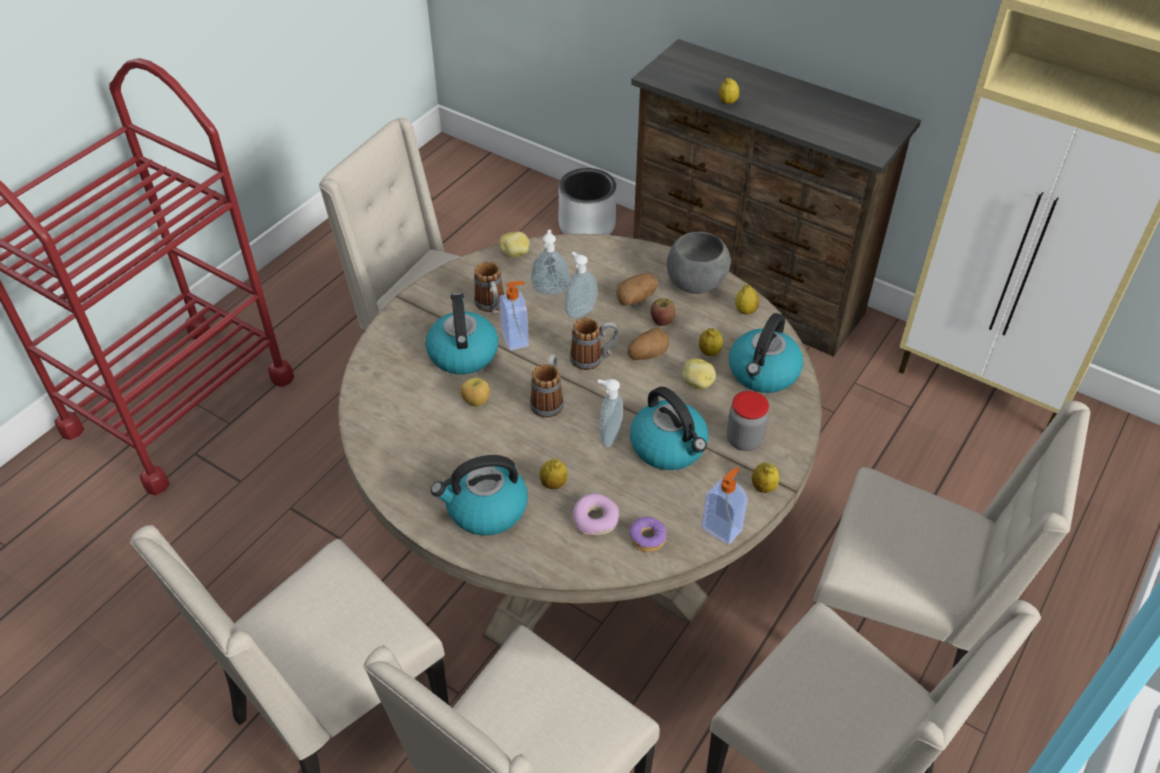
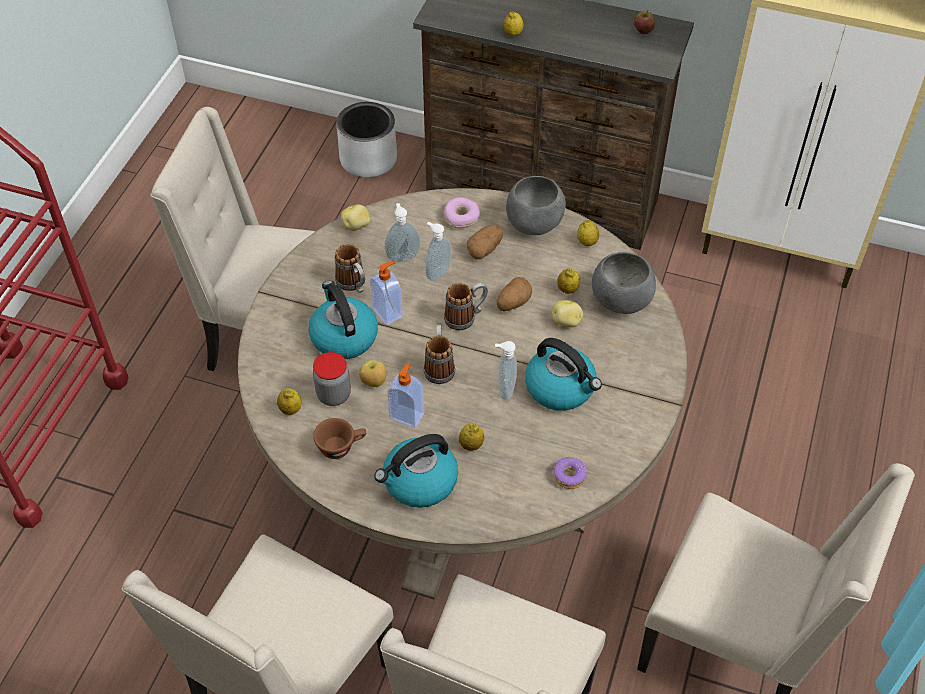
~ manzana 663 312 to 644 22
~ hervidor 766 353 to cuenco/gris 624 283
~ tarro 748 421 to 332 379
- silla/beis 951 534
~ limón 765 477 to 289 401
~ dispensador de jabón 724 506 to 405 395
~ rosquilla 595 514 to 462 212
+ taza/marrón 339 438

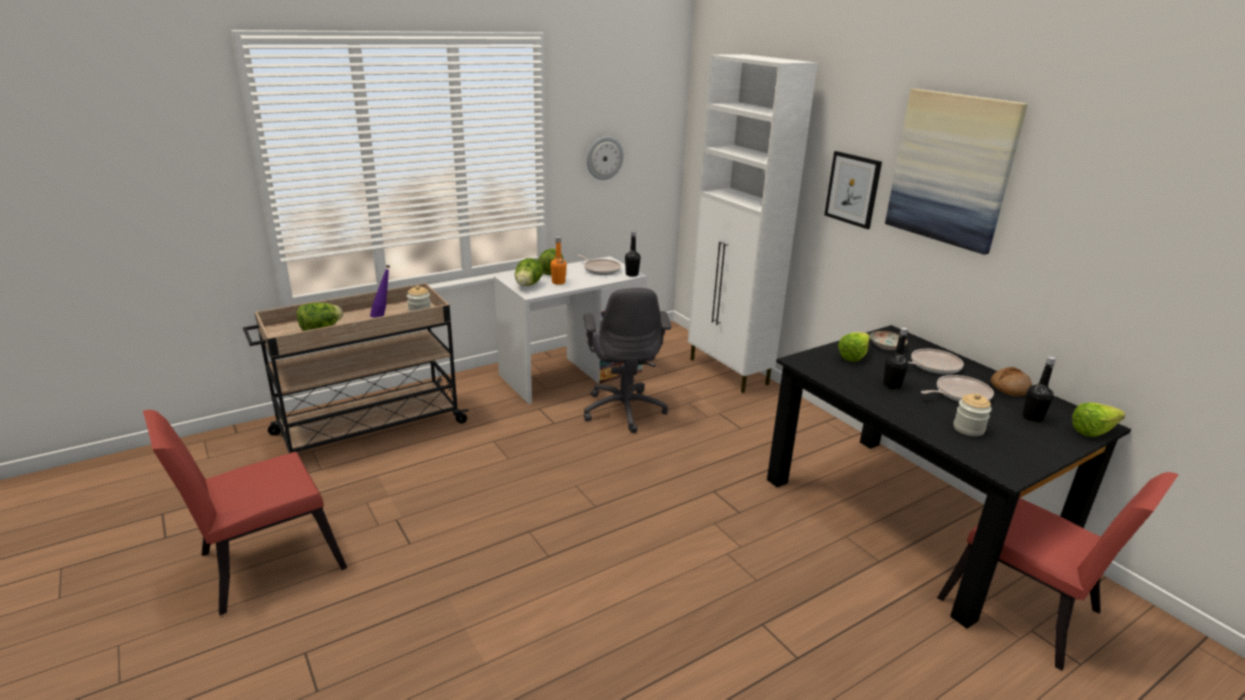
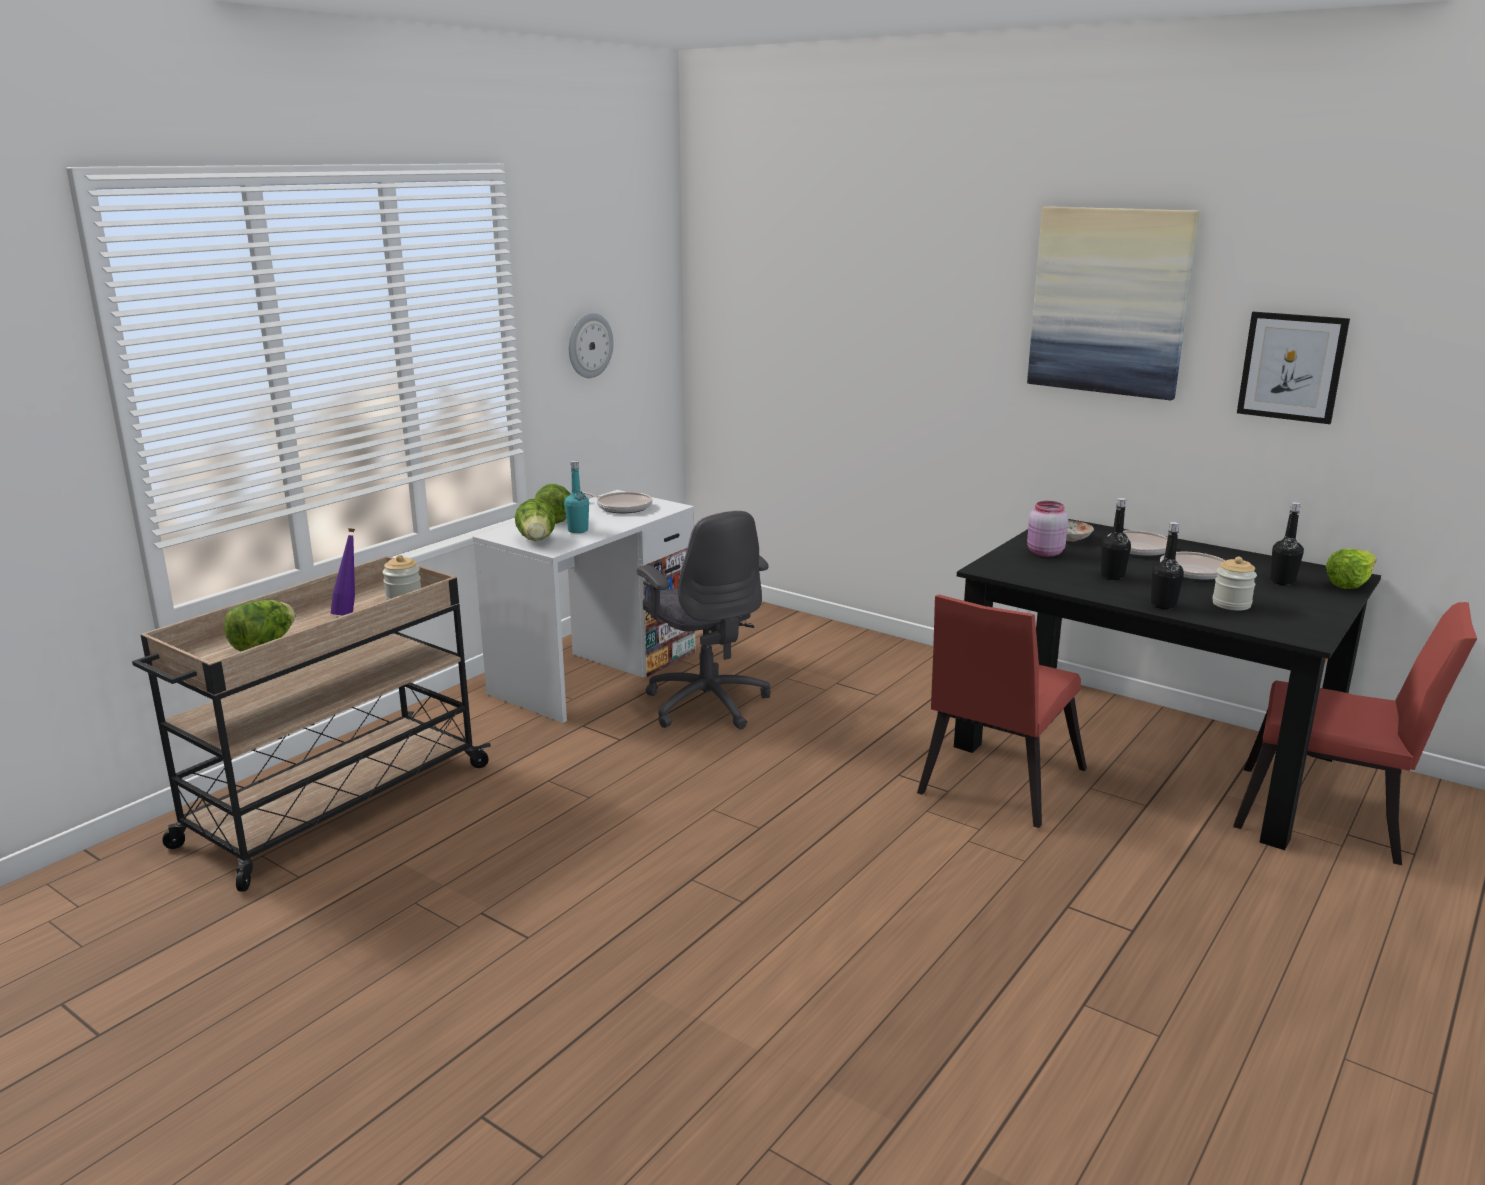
- armario/blanco 753 223
~ cuadro 853 190 to 1293 368
~ botella/negro 633 254 to 1167 565
~ botella/naranja 558 261 to botella/turquesa 576 497
~ lechuga 854 347 to tarro/rosa 1047 529
- pan 1011 381
~ silla/rojo 245 512 to 1002 711

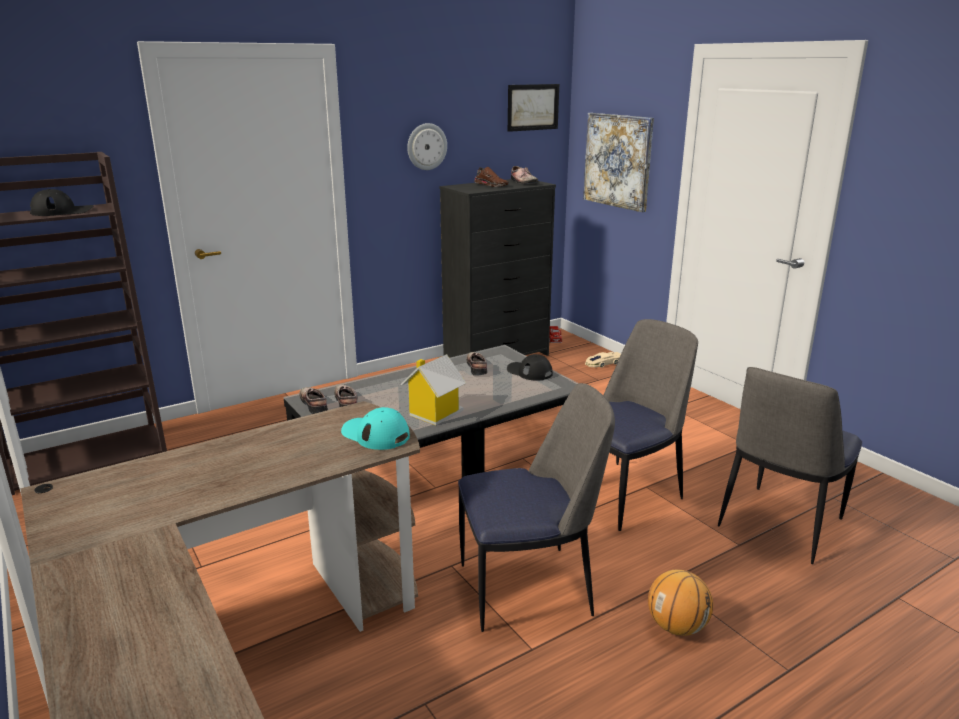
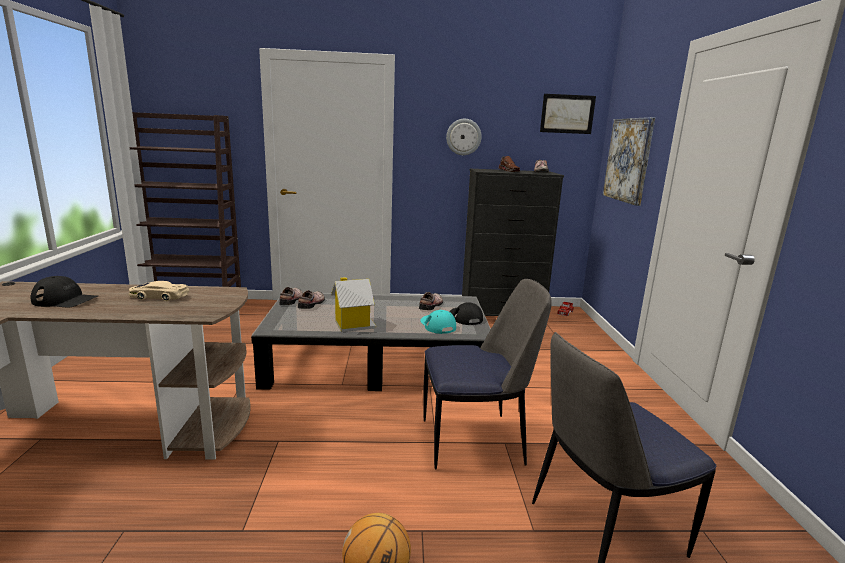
~ gorra/negro 61 202 to 64 292
~ coche de juguete/beis 603 360 to 158 291
- silla 536 507
~ gorra/turquesa 375 428 to 438 322

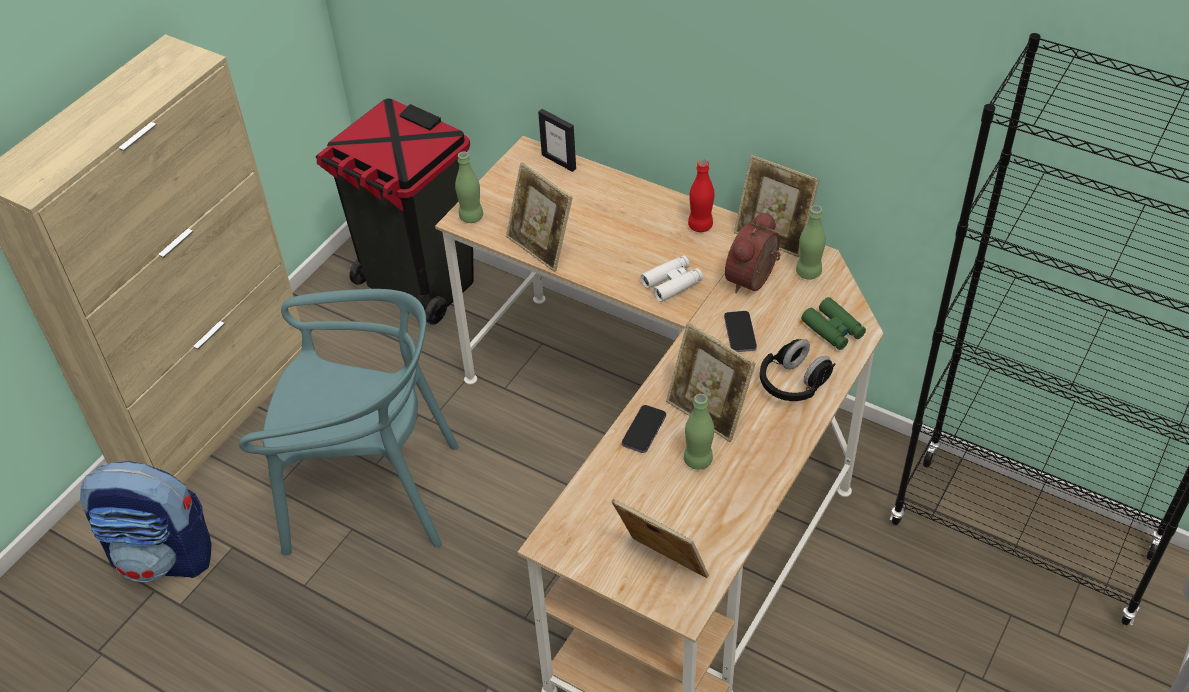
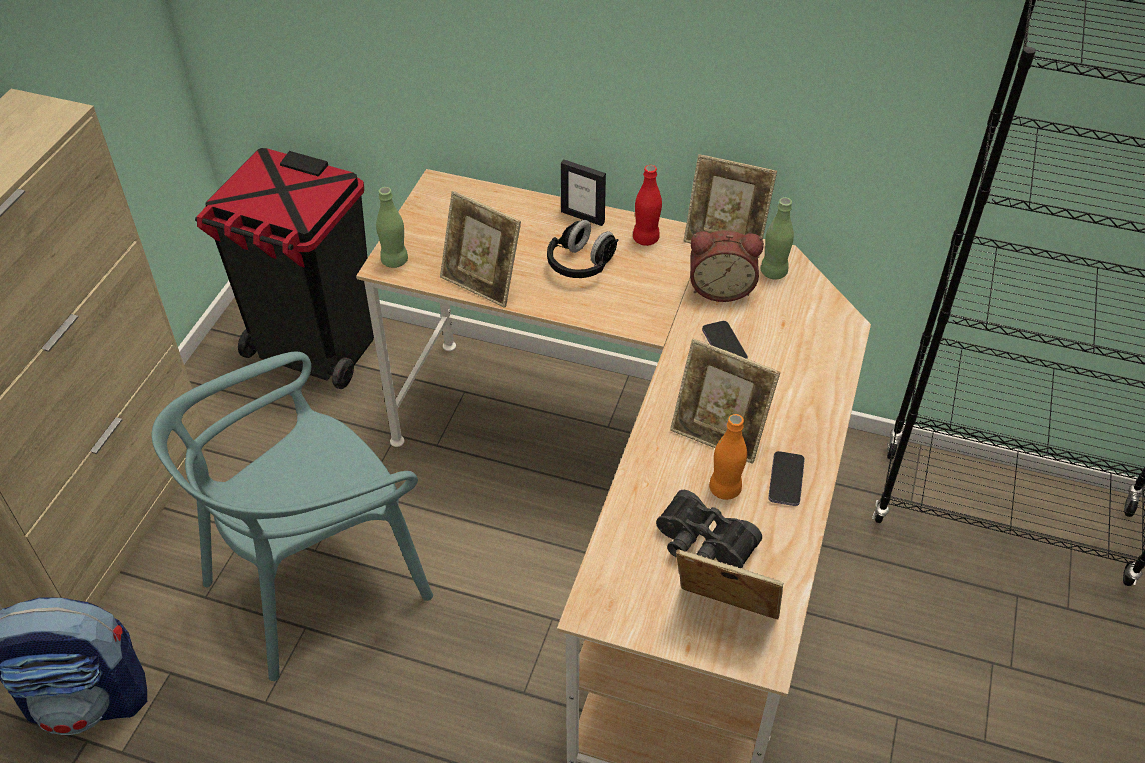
~ portarretratos 557 140 to 583 193
~ despertador 752 252 = 727 266 105 degrees counterclockwise
- prismáticos/blanco 672 278
~ silla/turquesa 348 422 = 292 516 150 degrees clockwise
- prismáticos/verde 833 323
~ auriculares/negro 798 370 to 583 249
~ botella/verde 699 432 to botella/naranja 728 457
~ móvil 644 429 to 786 478
+ prismáticos/negro 709 529

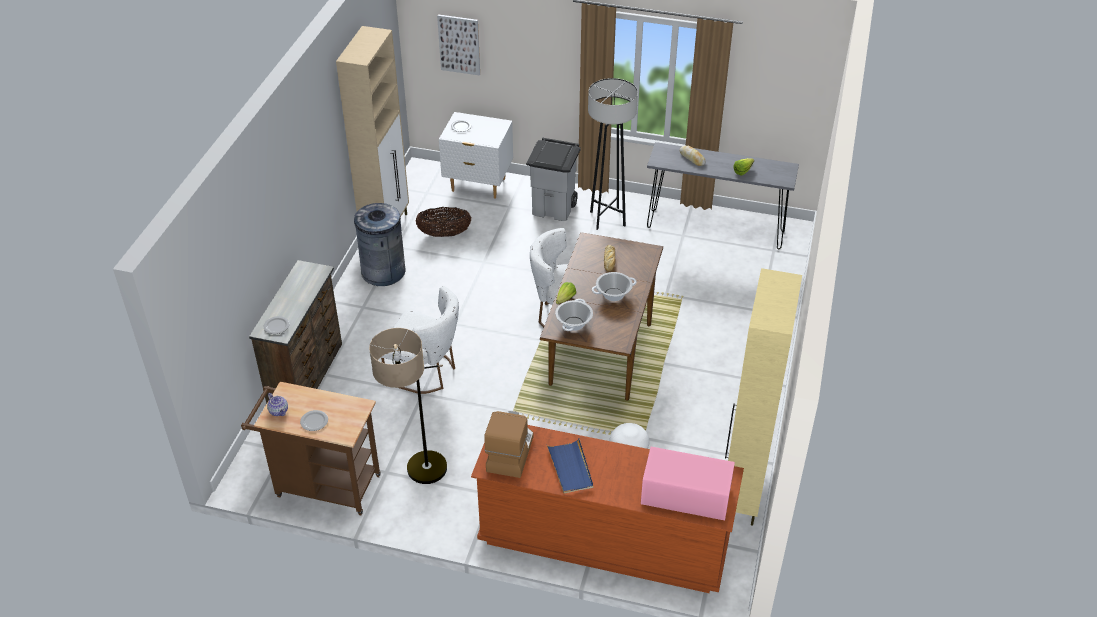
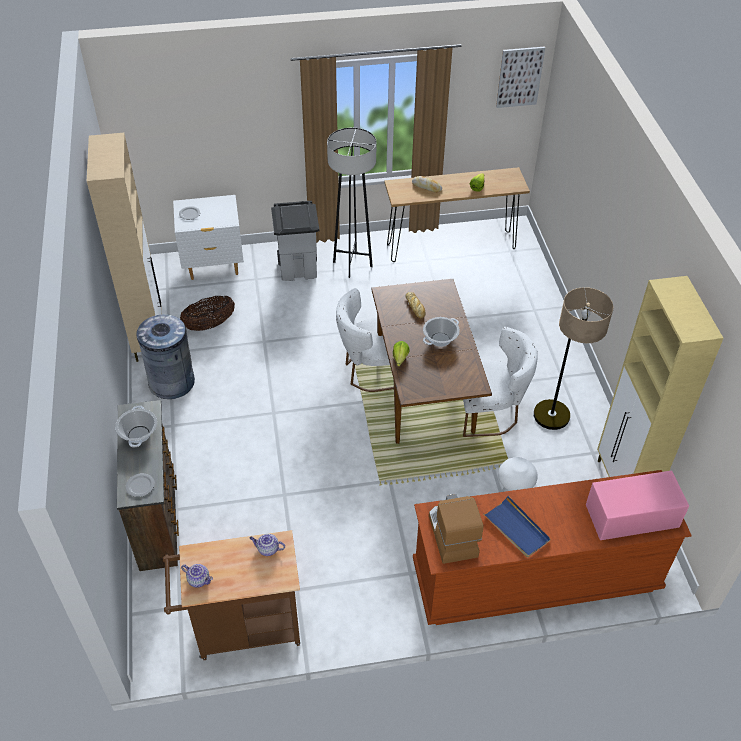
~ cuadro 458 45 to 520 77
~ mesa consola/gris 723 195 to mesa consola/marrón 457 214
~ silla/blanco 420 340 to 500 382
~ olla 574 315 to 136 426
~ lámpara de pie 408 406 to 574 358
- plato 314 420
+ tetera 267 545

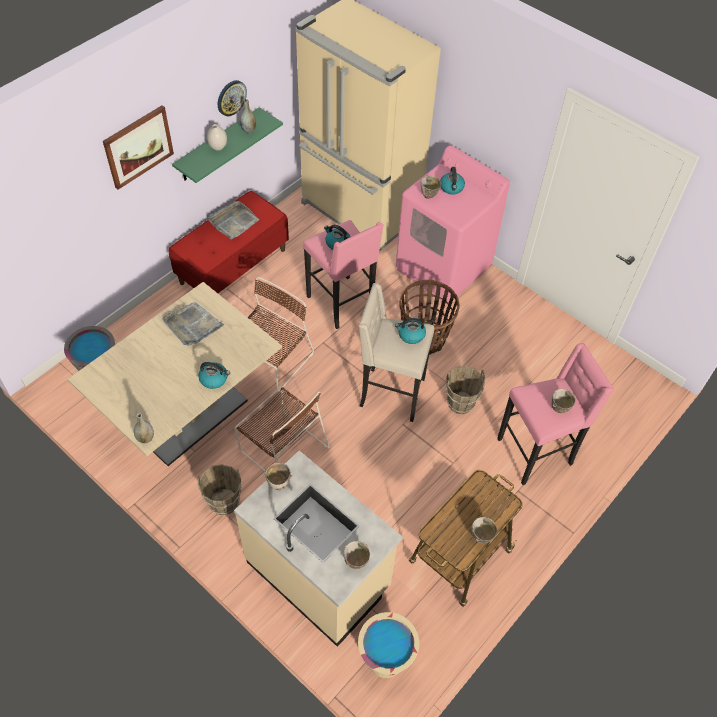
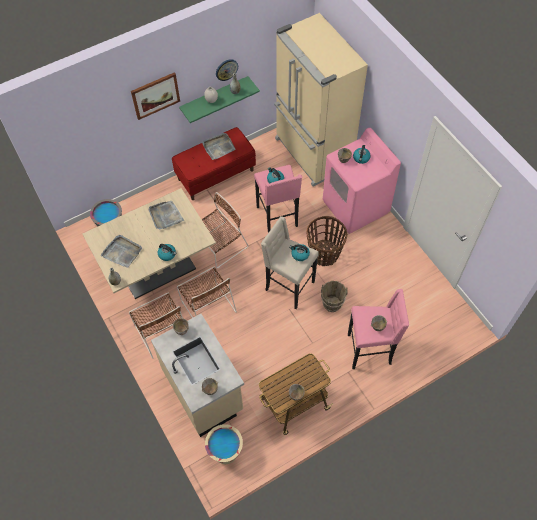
~ cubo/marrón 220 489 to silla/marrón 156 325
+ bandeja/gris 121 251

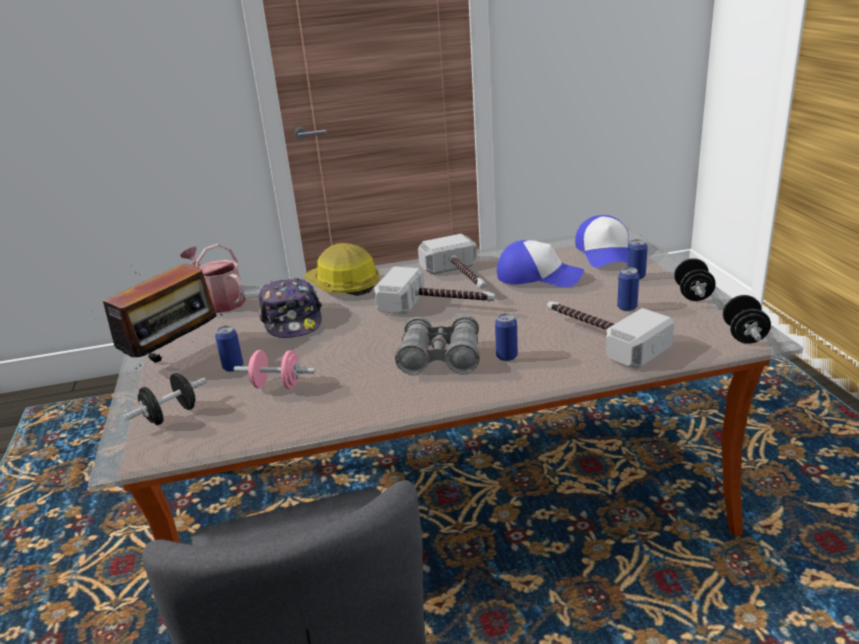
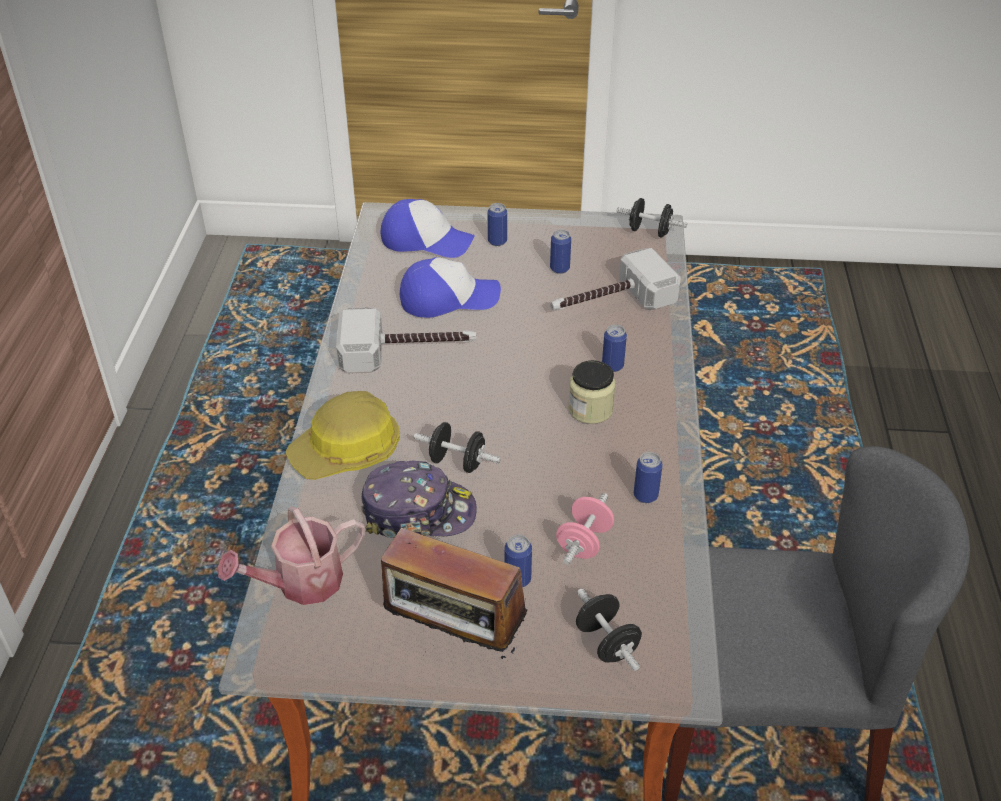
~ gorra 540 263 = 450 287 45 degrees clockwise
~ mancuerna/negro 694 279 to 457 447
~ radio 158 317 = 448 593 150 degrees clockwise
- martillo 435 290
~ prismáticos/gris 437 344 to tarro 592 392
+ lata 648 477

